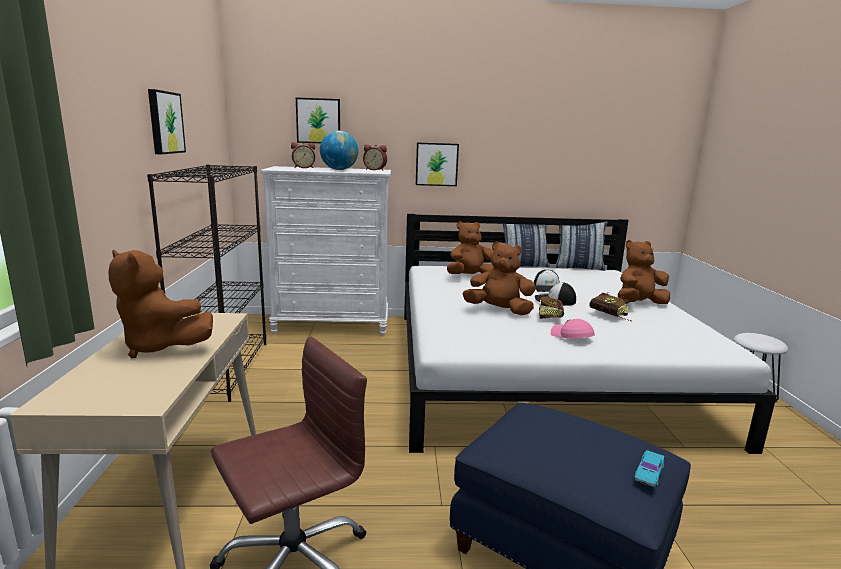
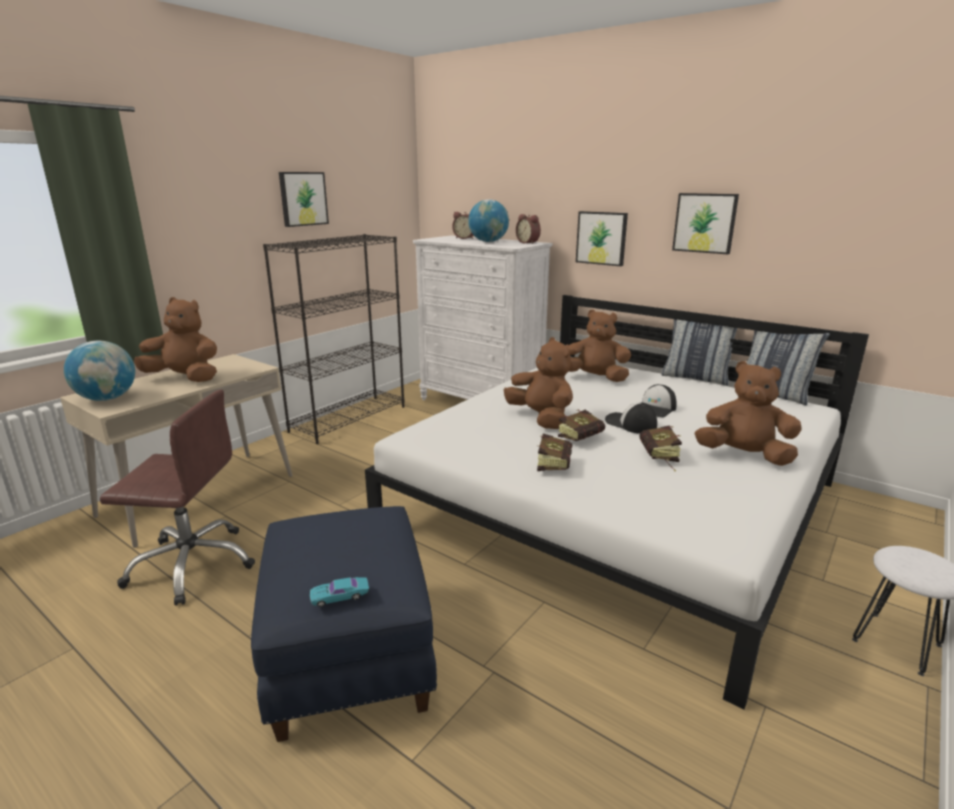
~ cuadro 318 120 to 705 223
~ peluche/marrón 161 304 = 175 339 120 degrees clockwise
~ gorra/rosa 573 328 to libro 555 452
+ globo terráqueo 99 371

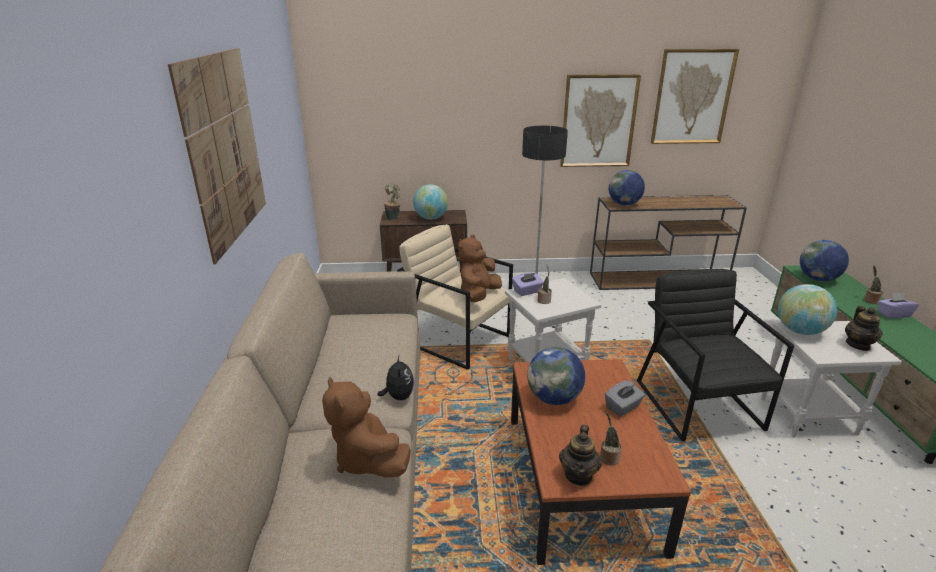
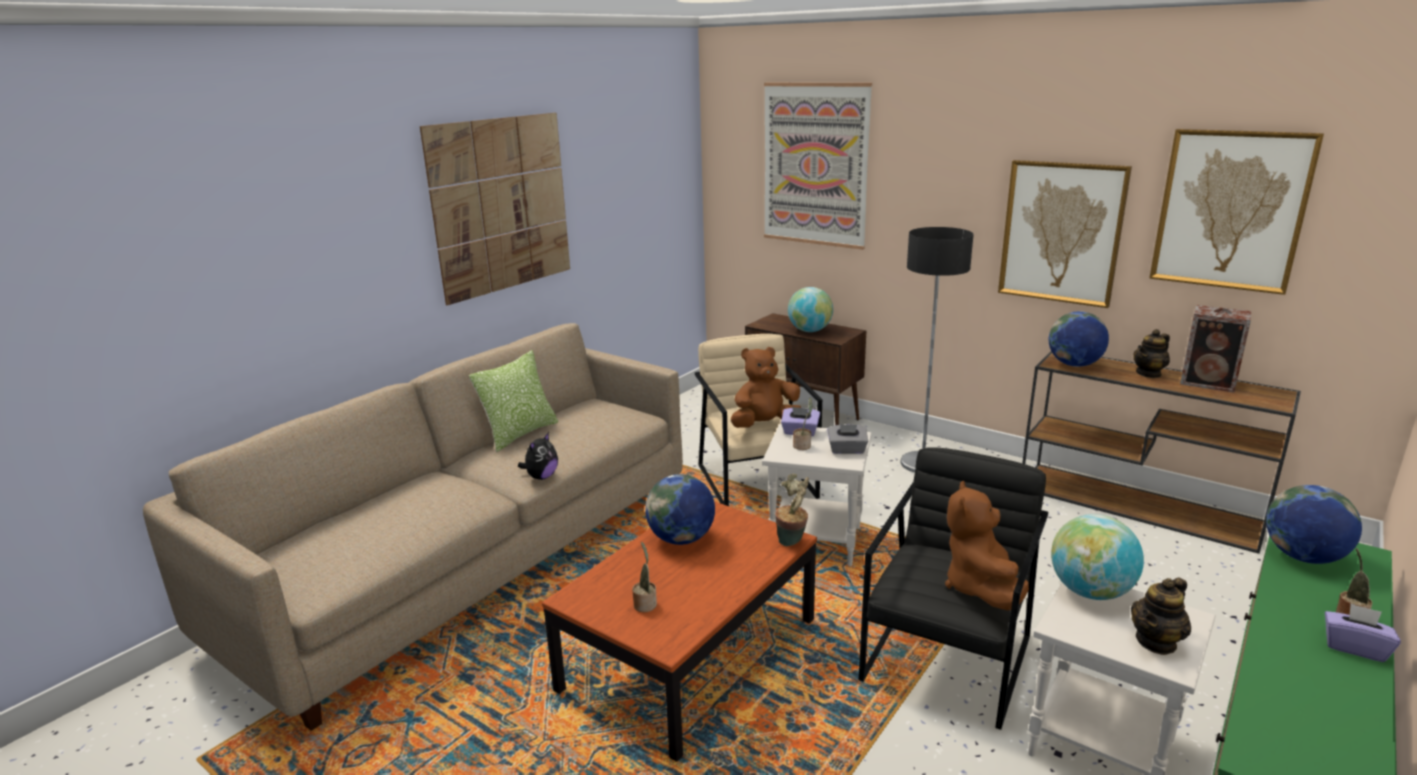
~ planta en maceta 392 201 to 792 510
~ peluche/marrón 366 427 to 987 545
~ caja de pañuelos/gris 625 398 to 848 439
~ tetera 580 455 to 1151 353
+ cuadro 818 166
+ altavoz 1215 349
+ cojín 513 401

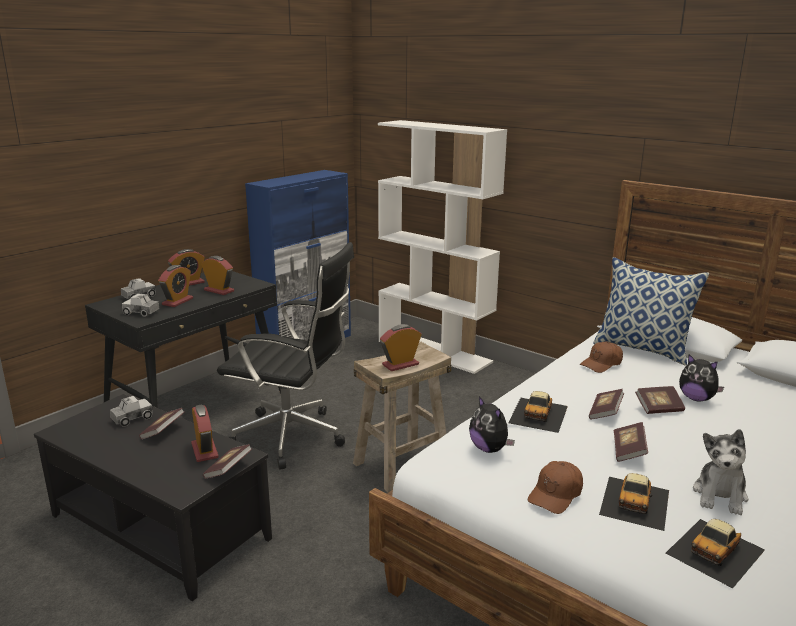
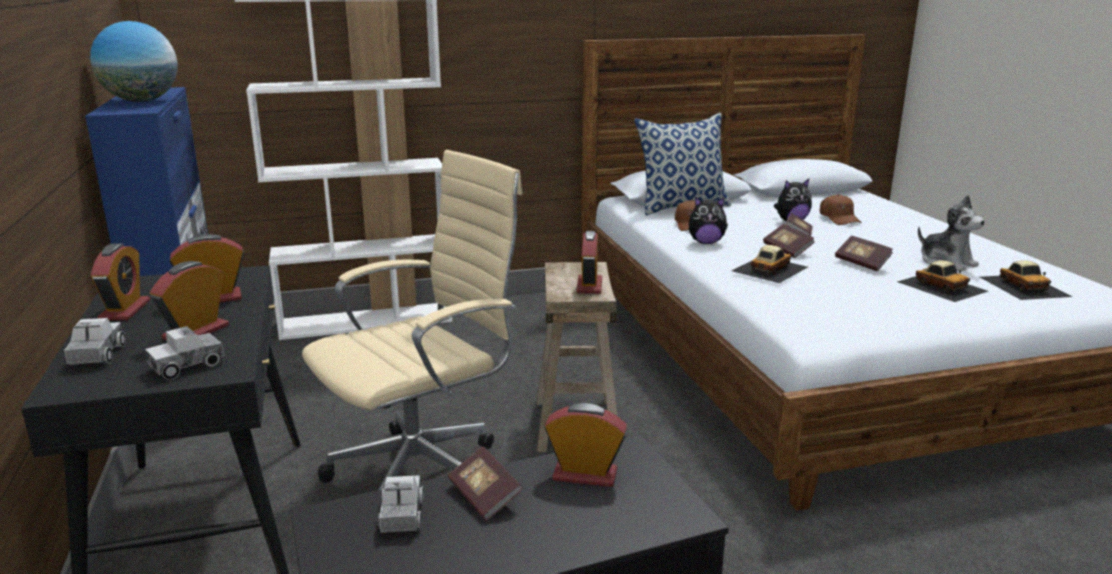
~ silla de oficina/negro 285 356 to silla de oficina/beis 412 320
~ despertador 175 286 = 189 300 120 degrees counterclockwise
~ coche de juguete 538 412 = 769 264 105 degrees counterclockwise
~ peluche 492 424 to 708 220
- libro 227 461
~ gorra/marrón 555 487 to 841 209
+ globo terráqueo 134 61

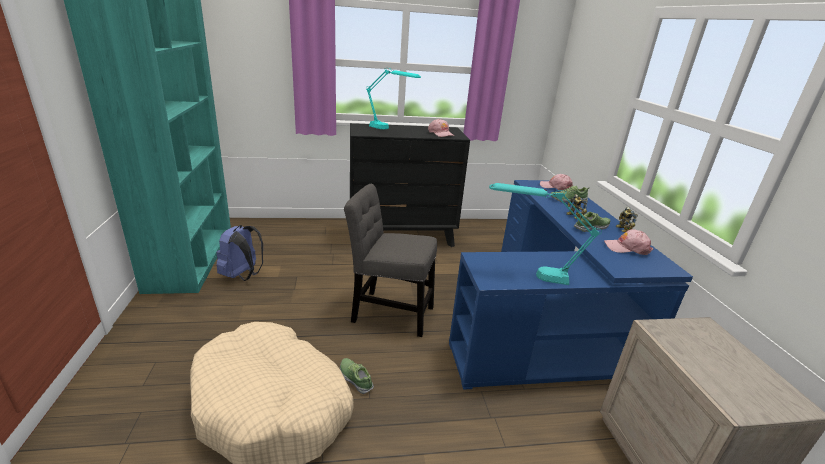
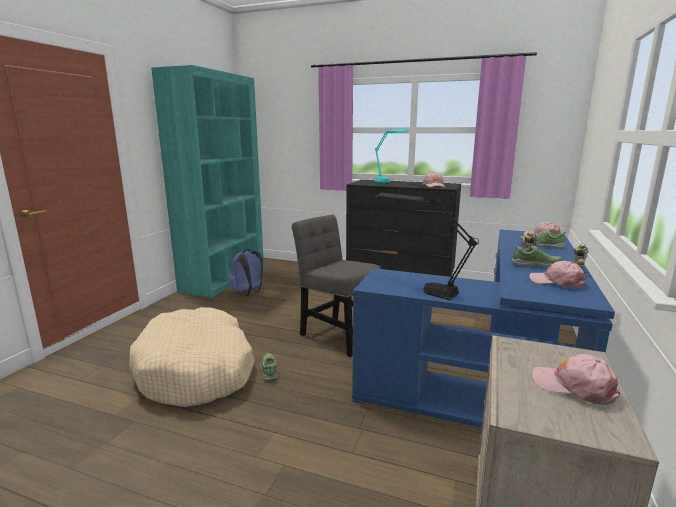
~ lámpara de mesa/turquesa 545 234 to lámpara de mesa/negro 427 246
+ gorra/rosa 576 379

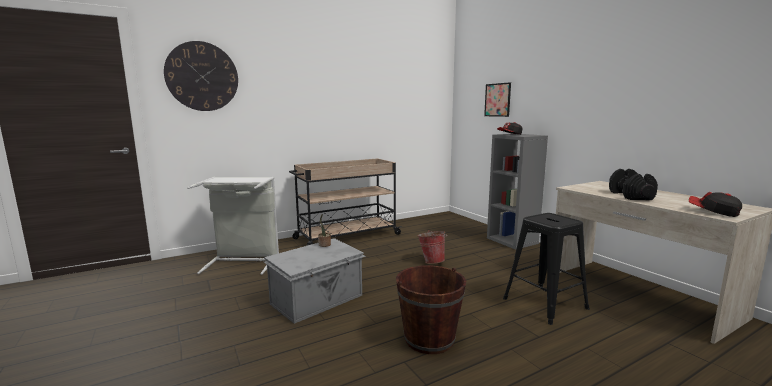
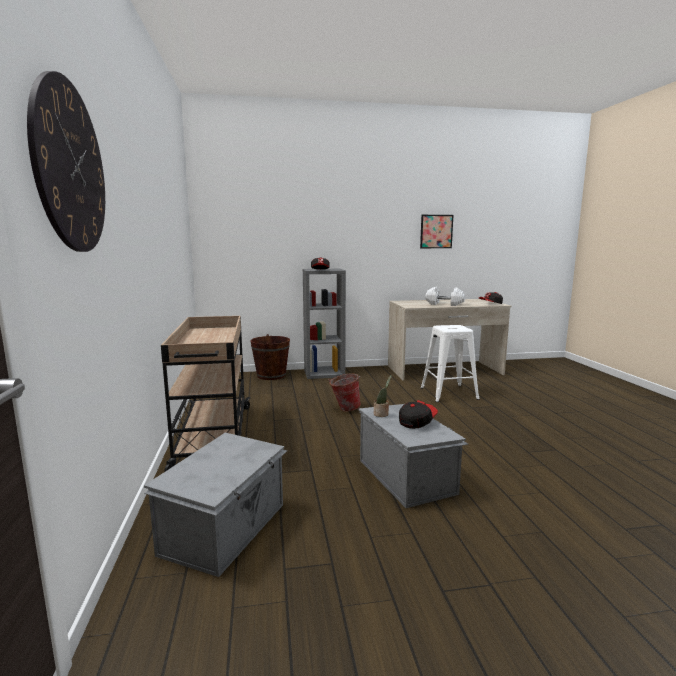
~ cuadro 497 99 to 436 231
~ mancuerna/negro 633 184 to mancuerna/blanco 445 296
~ cesto de la ropa/gris 233 226 to caja de almacenaje/gris 215 505
~ taburete/negro 546 269 to taburete/blanco 450 363
~ cubo/marrón 431 309 to 270 357
+ gorra 418 414

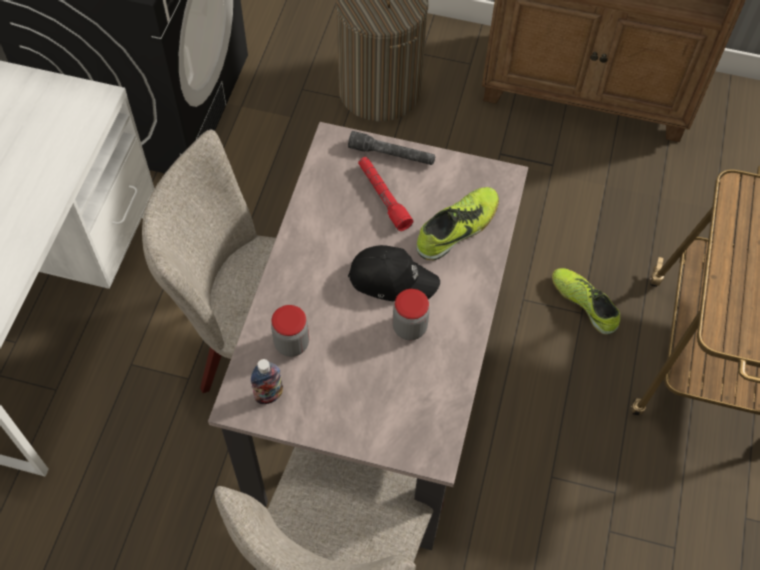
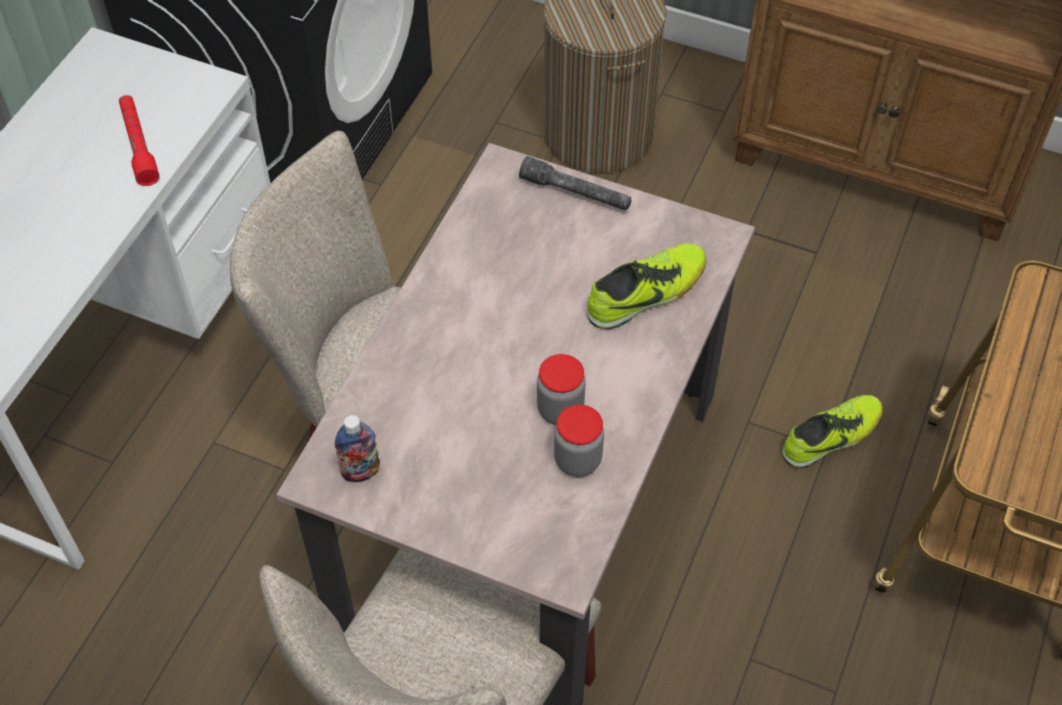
~ linterna/rojo 385 194 to 139 140
- gorra/negro 394 273
~ zapato 585 301 = 832 431 90 degrees clockwise
~ tarro 290 331 to 579 441

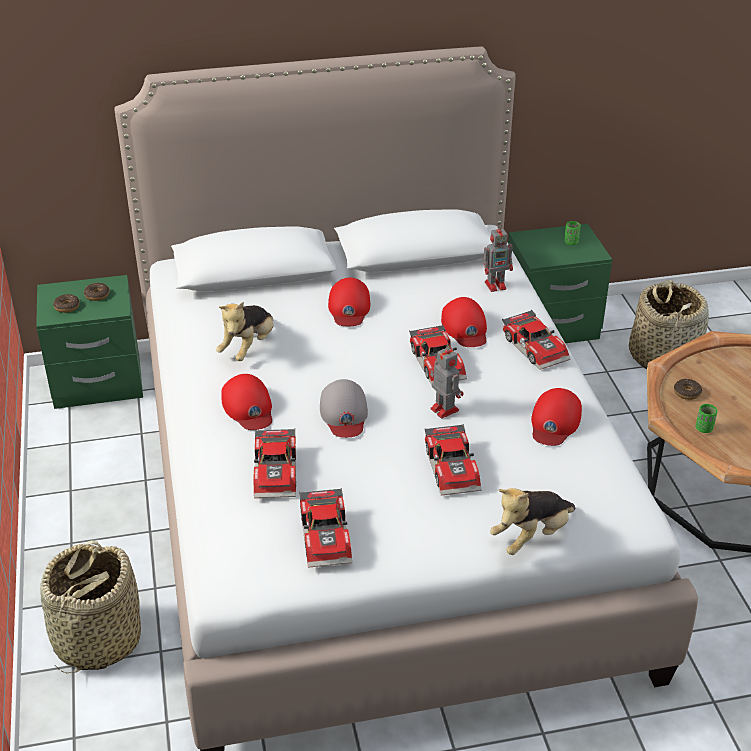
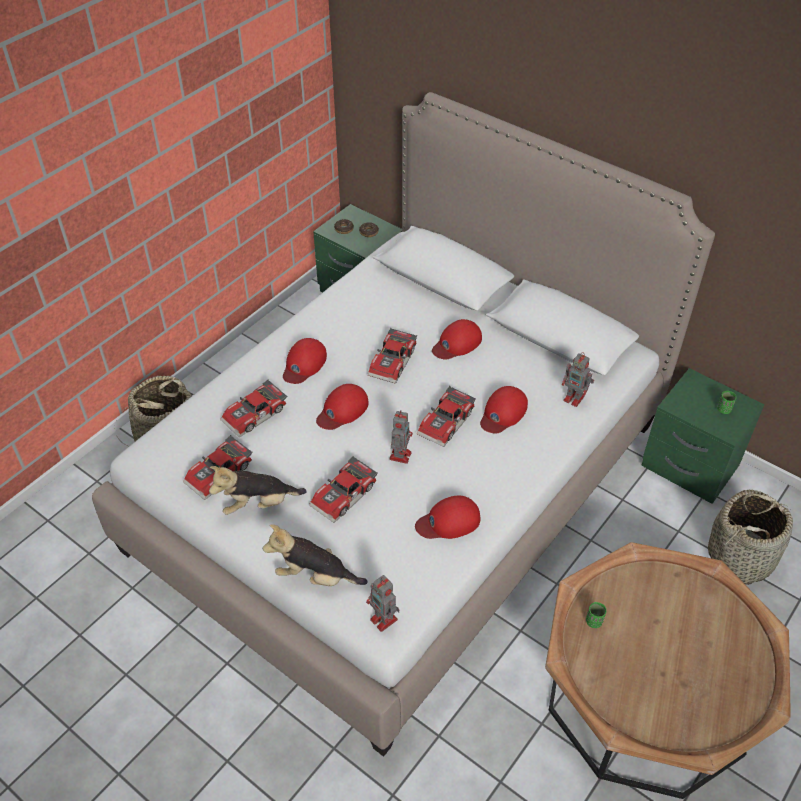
~ peluche 244 331 to 258 490
~ coche de juguete 536 340 to 392 356
~ gorra/gris 344 408 to gorra/rojo 342 407
- rosquilla 688 389
+ robot de juguete 383 603

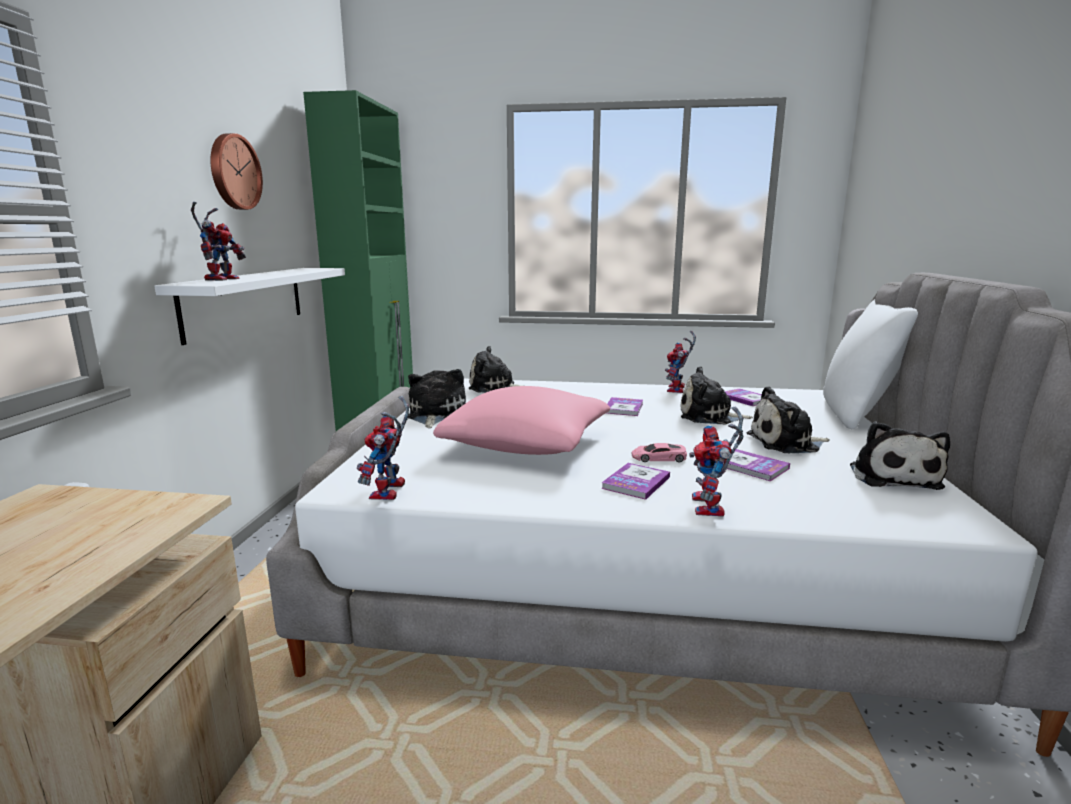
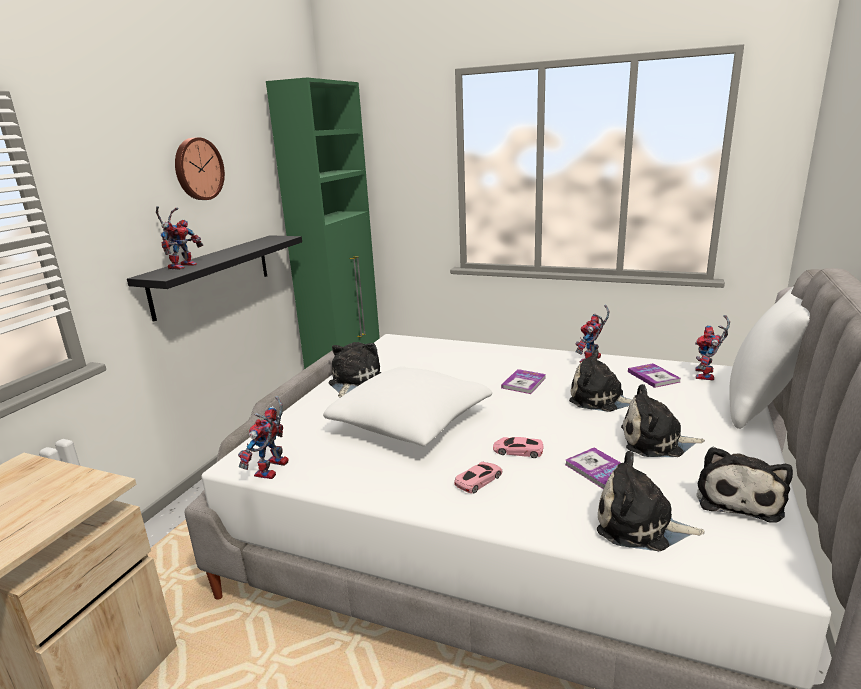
~ estante/blanco 250 306 to estante/negro 214 278
~ peluche 495 369 to 651 501
~ cojín/rosa 521 420 to cojín/blanco 407 406
~ robot de juguete 716 462 to 712 348
~ libro 635 481 to coche de juguete/rosa 478 477

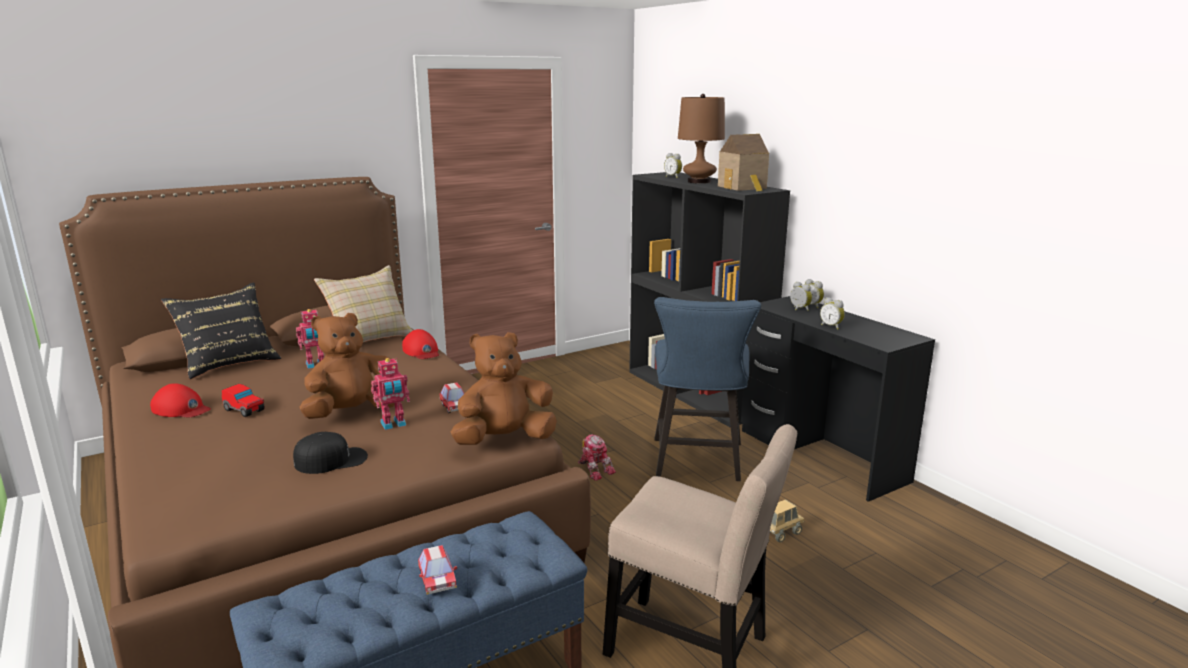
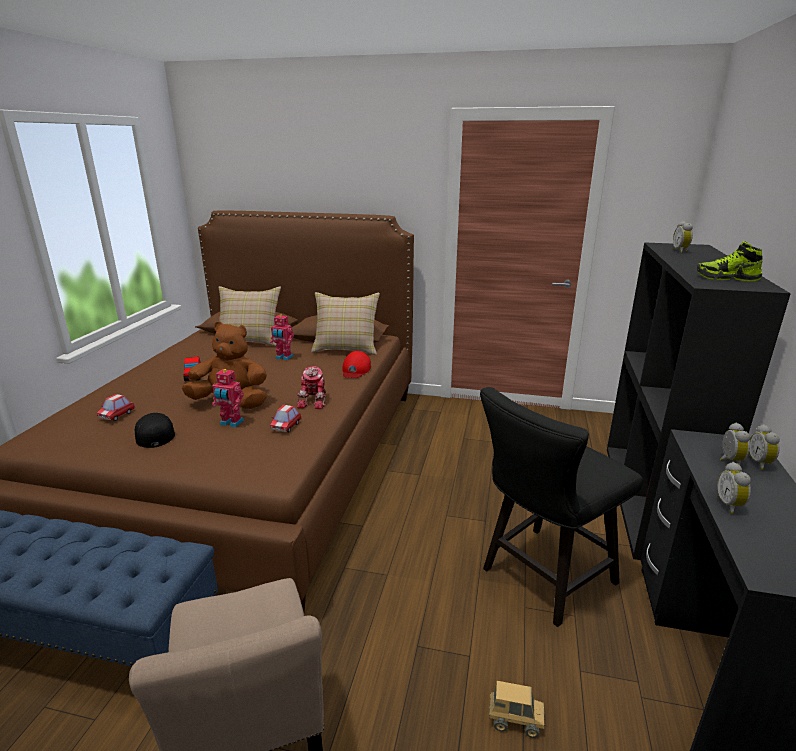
- lámpara de mesa/marrón 701 139
~ casita 743 163 to zapato 729 261
~ cojín/negro 221 330 to cojín/beis 250 316
~ silla/azul 707 389 to silla/negro 561 507
- peluche/marrón 504 388
- gorra/rojo 180 400
~ gorra/negro 330 453 = 155 430 135 degrees counterclockwise
~ robot de juguete 597 457 to 311 387
~ coche de juguete 437 570 to 116 407

